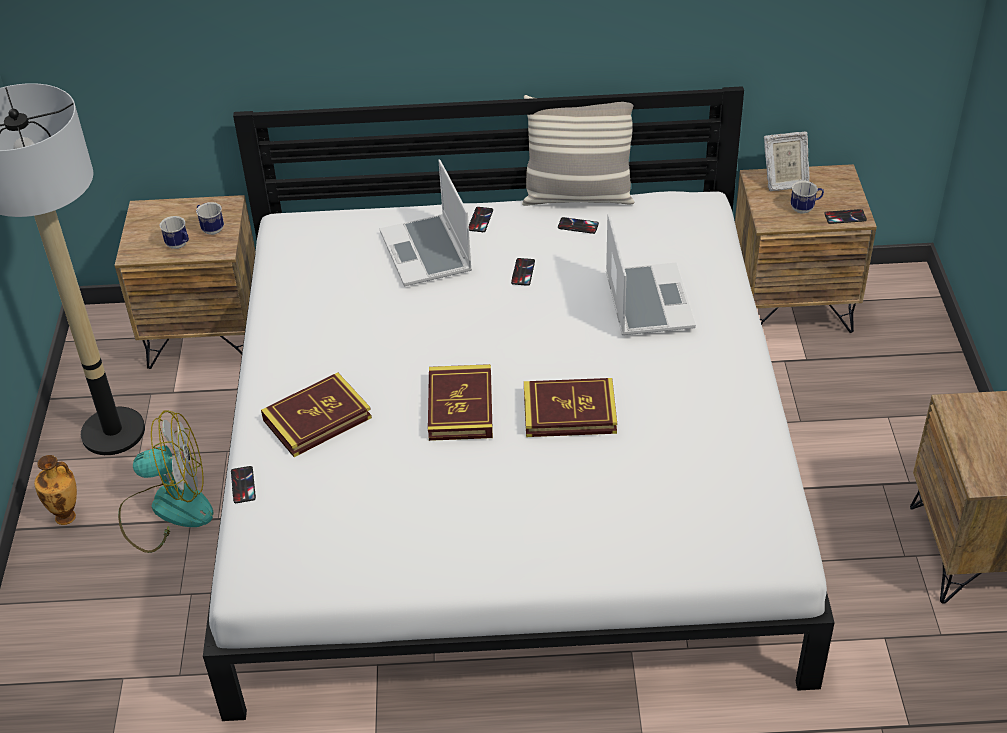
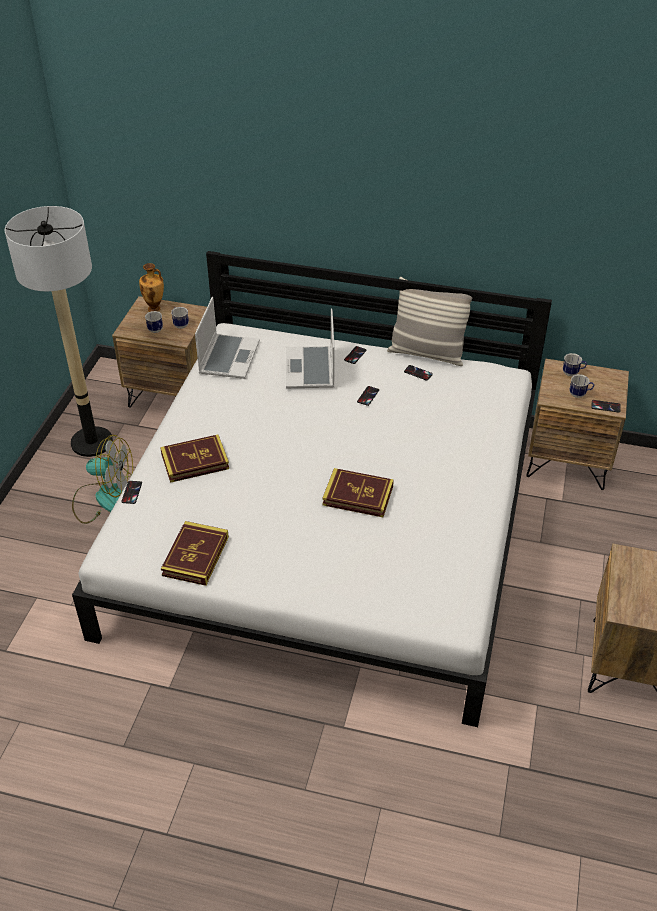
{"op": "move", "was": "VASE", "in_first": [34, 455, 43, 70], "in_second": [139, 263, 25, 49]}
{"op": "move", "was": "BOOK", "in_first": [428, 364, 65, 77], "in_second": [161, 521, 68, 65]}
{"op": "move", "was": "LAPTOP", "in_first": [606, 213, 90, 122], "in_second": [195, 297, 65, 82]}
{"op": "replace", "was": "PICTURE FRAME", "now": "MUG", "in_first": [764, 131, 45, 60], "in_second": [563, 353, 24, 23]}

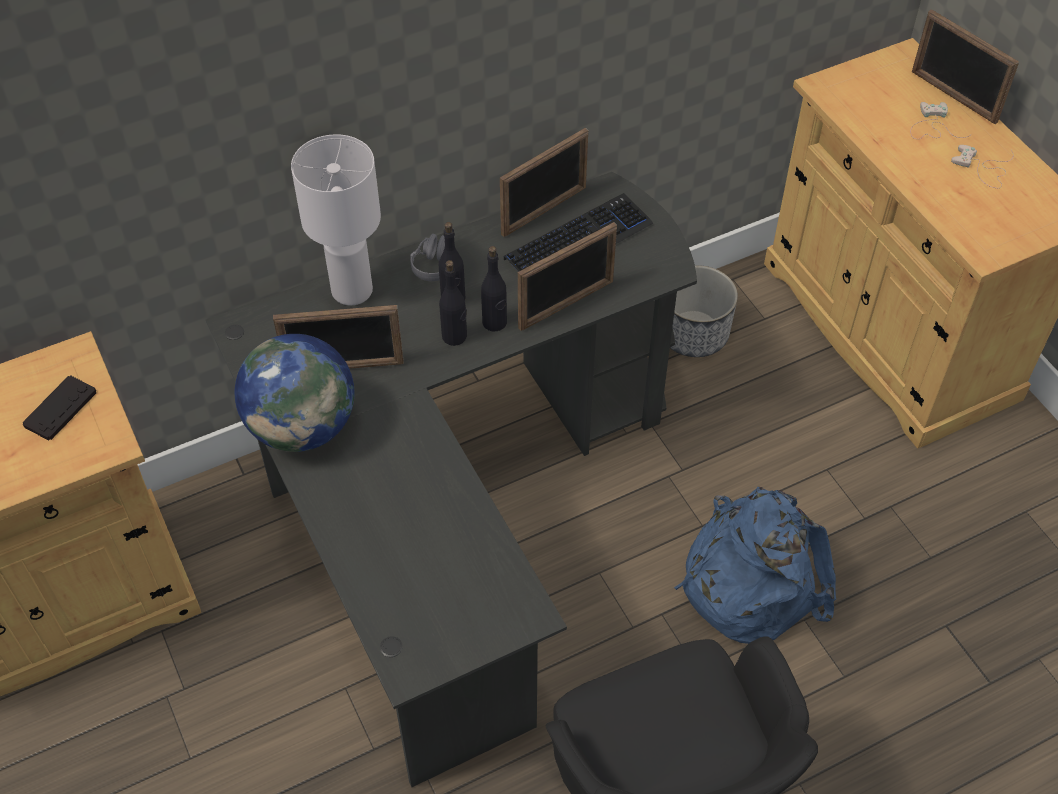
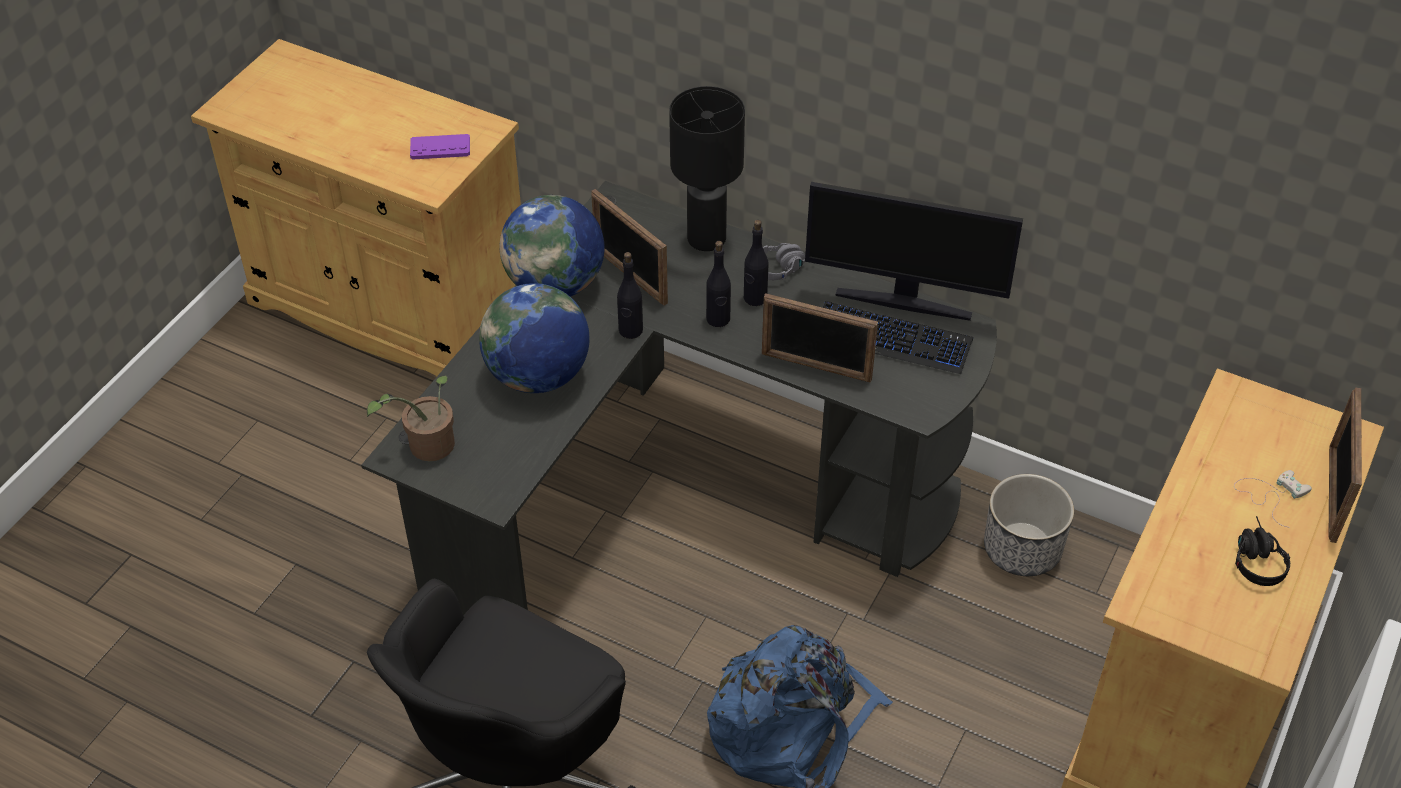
{"op": "recolor", "was": "BLACK GAME CONTROLLER", "now": "PURPLE GAME CONTROLLER", "in_first": [22, 376, 74, 65], "in_second": [410, 134, 60, 26]}
{"op": "recolor", "was": "WHITE TABLE LAMP", "now": "BLACK TABLE LAMP", "in_first": [291, 134, 90, 171], "in_second": [669, 86, 76, 165]}
{"op": "move", "was": "BLACK BOTTLE", "in_first": [481, 246, 26, 85], "in_second": [617, 252, 26, 87]}
{"op": "replace", "was": "PICTURE FRAME", "now": "MONITOR", "in_first": [500, 128, 88, 109], "in_second": [805, 182, 218, 139]}
{"op": "replace", "was": "WHITE GAME CONTROLLER", "now": "BLACK HEADPHONES", "in_first": [951, 145, 62, 43], "in_second": [1235, 516, 55, 70]}
{"op": "insert", "now": "POTTED PLANT", "in_second": [367, 375, 88, 86]}
{"op": "insert", "now": "GLOBE", "in_second": [479, 283, 111, 110]}

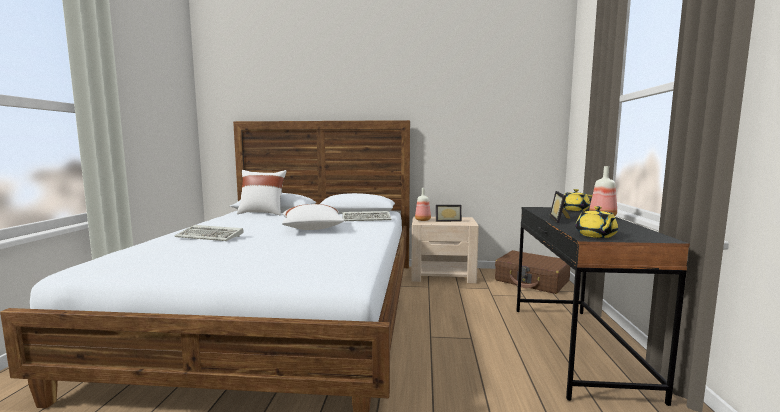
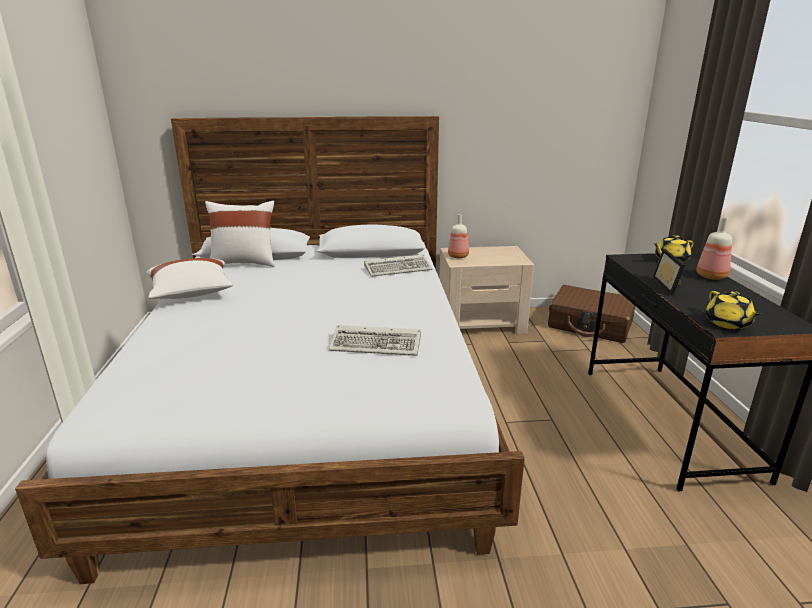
{"op": "move", "was": "KEYBOARD", "in_first": [175, 225, 68, 16], "in_second": [329, 325, 92, 31]}
{"op": "move", "was": "WHITE PILLOW", "in_first": [282, 204, 63, 26], "in_second": [146, 258, 87, 41]}
{"op": "delete", "was": "PICTURE FRAME", "in_first": [436, 205, 26, 17]}

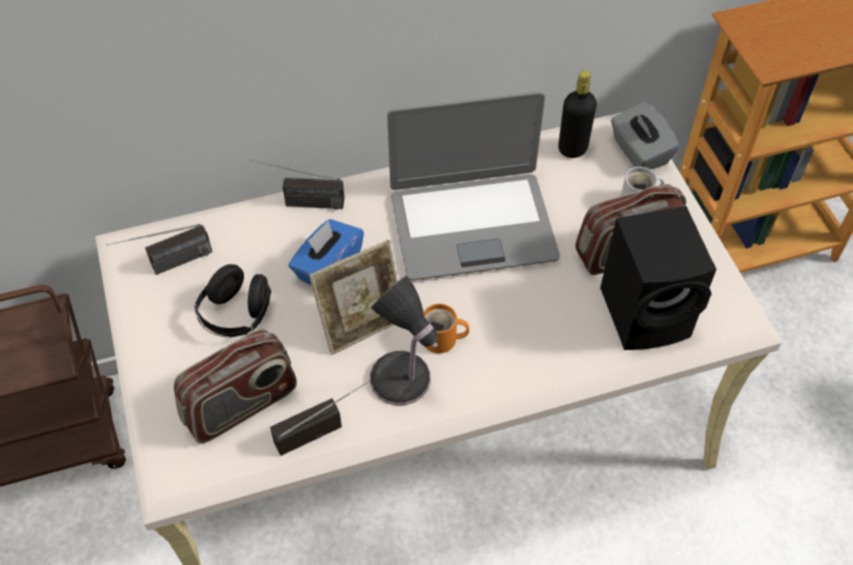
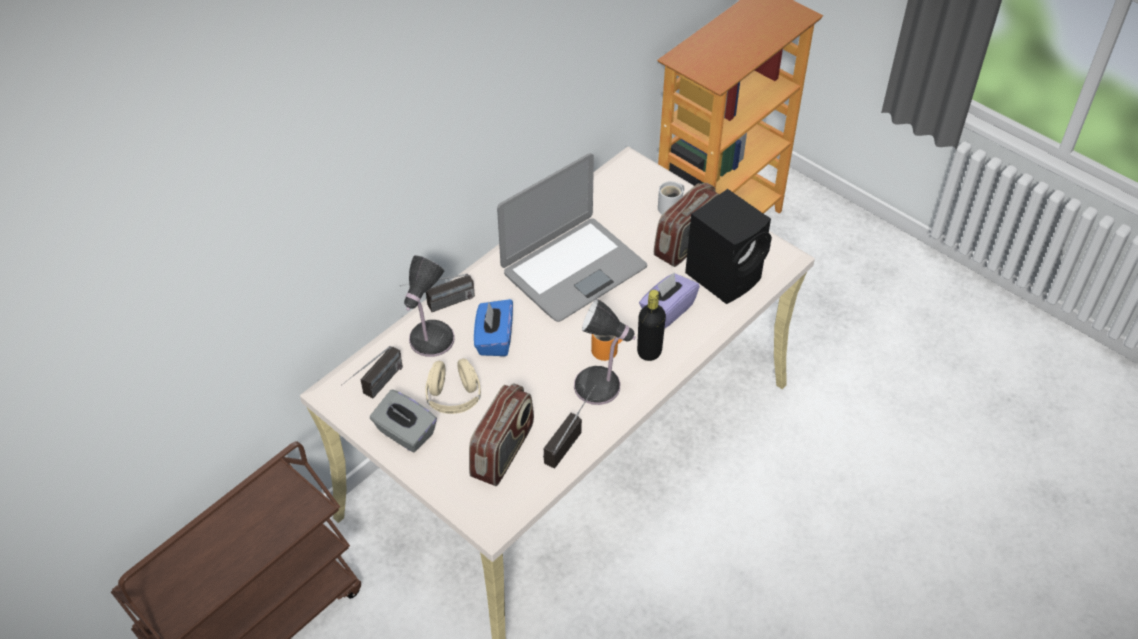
{"op": "recolor", "was": "BLACK HEADPHONES", "now": "BEIGE HEADPHONES", "in_first": [194, 264, 77, 73], "in_second": [425, 358, 56, 56]}
{"op": "delete", "was": "PICTURE FRAME", "in_first": [309, 240, 89, 115]}
{"op": "move", "was": "BLACK BOTTLE", "in_first": [558, 70, 39, 88], "in_second": [637, 290, 29, 71]}
{"op": "move", "was": "GREY TISSUE BOX", "in_first": [611, 101, 68, 69], "in_second": [370, 390, 67, 62]}
{"op": "insert", "now": "TABLE LAMP", "in_second": [404, 255, 51, 102]}
{"op": "insert", "now": "PURPLE TISSUE BOX", "in_second": [639, 273, 61, 56]}

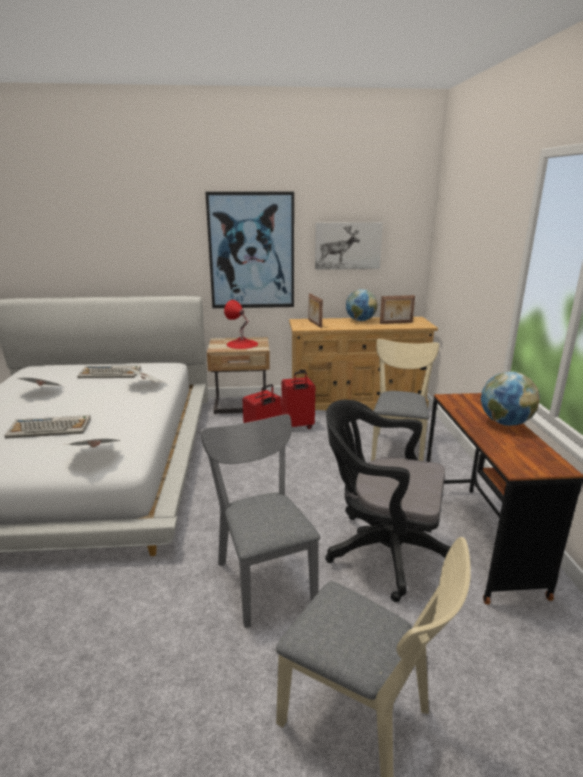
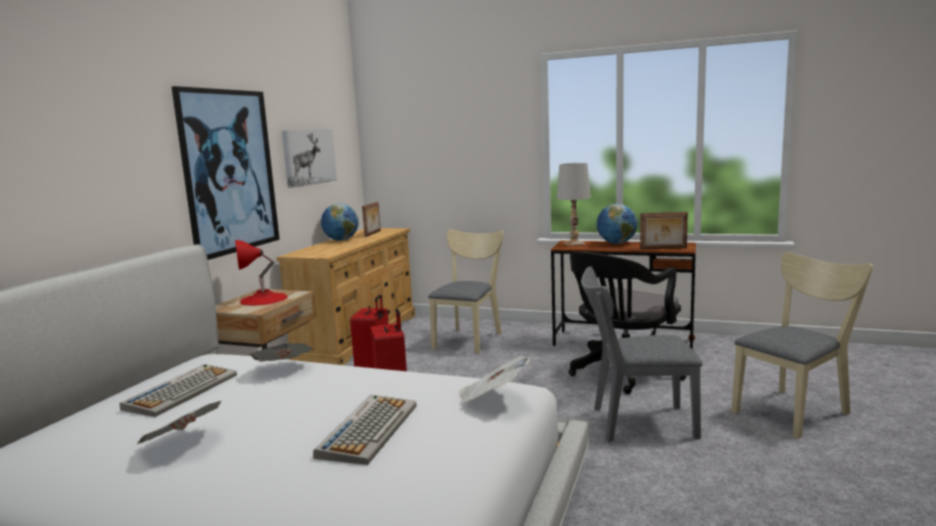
{"op": "move", "was": "PICTURE FRAME", "in_first": [308, 293, 15, 35], "in_second": [640, 212, 48, 38]}
{"op": "rotate", "was": "BEIGE CHAIR", "in_first": [371, 339, 68, 122], "in_second": [428, 229, 75, 125], "clockwise": 75}
{"op": "insert", "now": "WHITE TABLE LAMP", "in_second": [557, 163, 34, 83]}

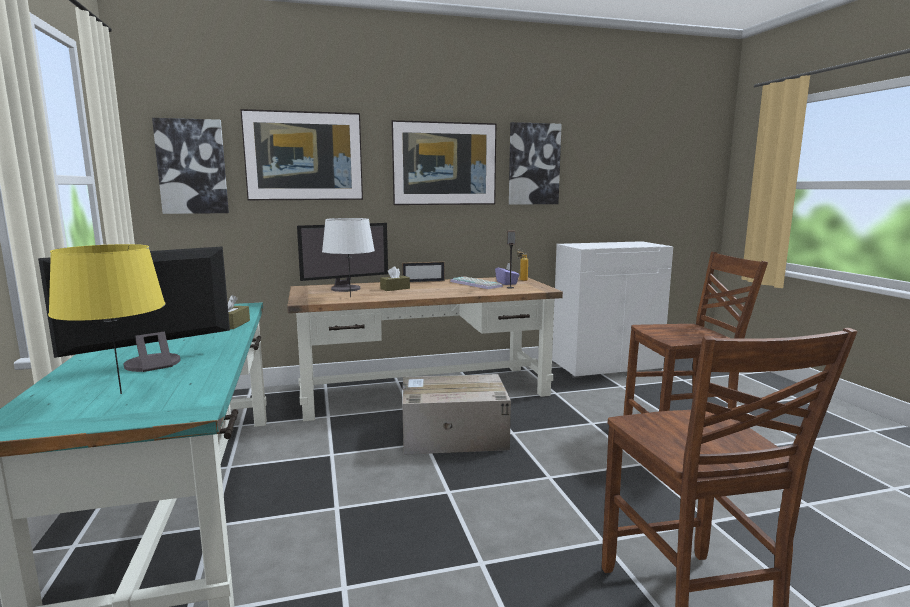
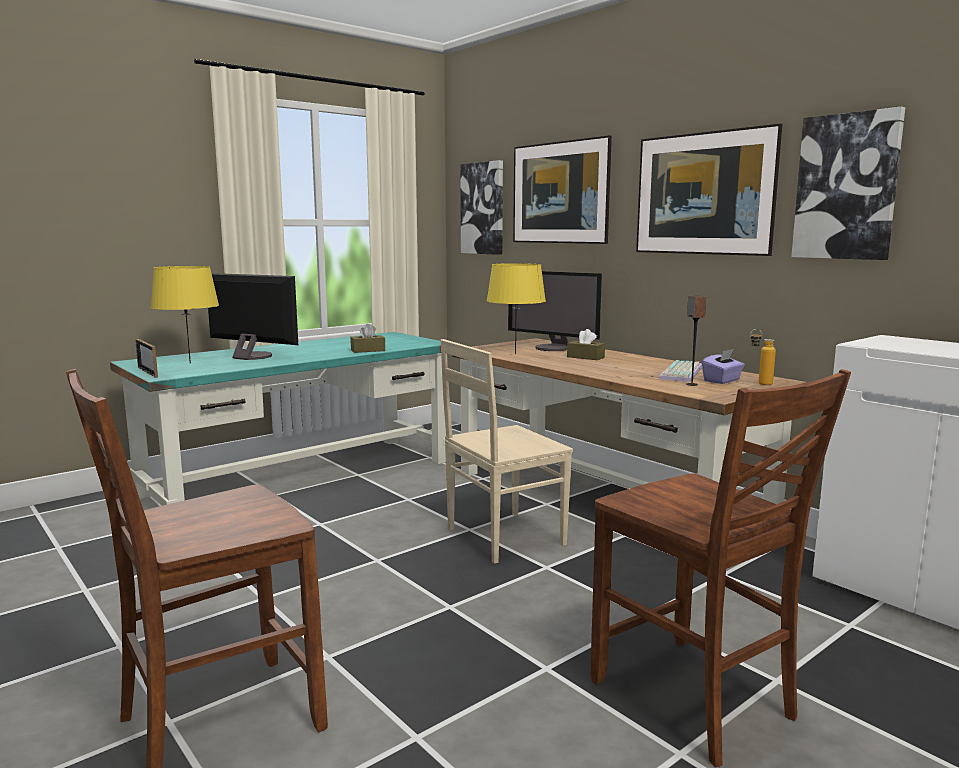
{"op": "recolor", "was": "WHITE TABLE LAMP", "now": "YELLOW TABLE LAMP", "in_first": [322, 218, 53, 79], "in_second": [487, 263, 59, 91]}
{"op": "move", "was": "PICTURE FRAME", "in_first": [402, 262, 43, 21], "in_second": [135, 339, 23, 39]}
{"op": "replace", "was": "CARDBOARD BOX", "now": "BEIGE CHAIR", "in_first": [402, 374, 109, 80], "in_second": [440, 339, 133, 225]}

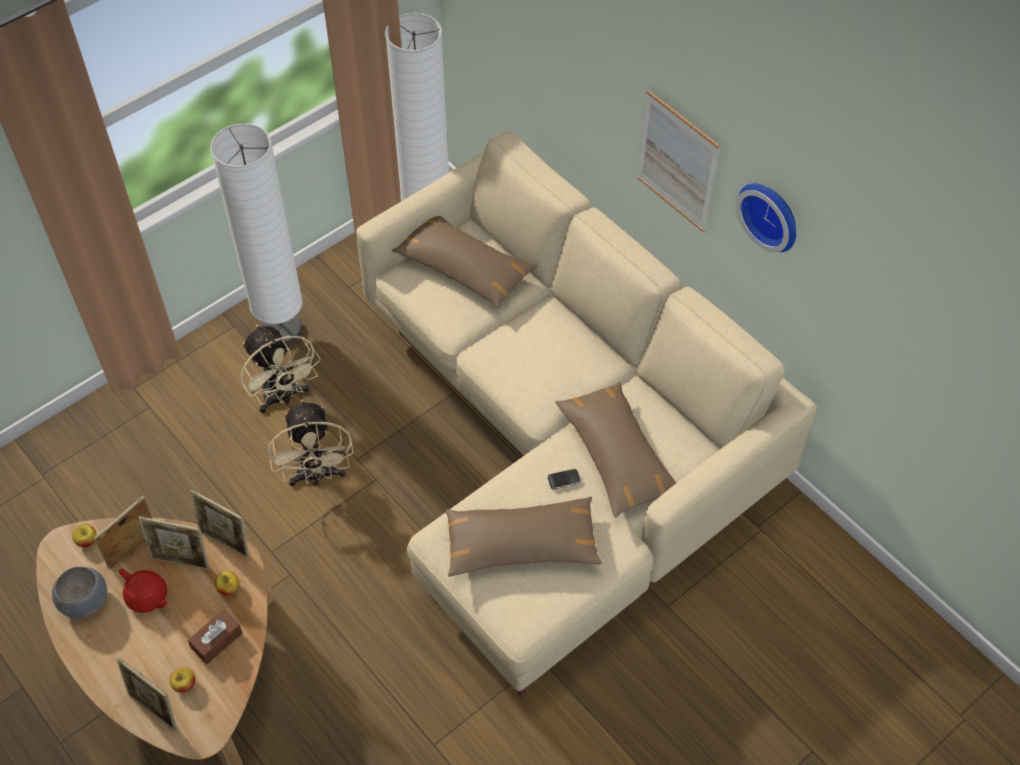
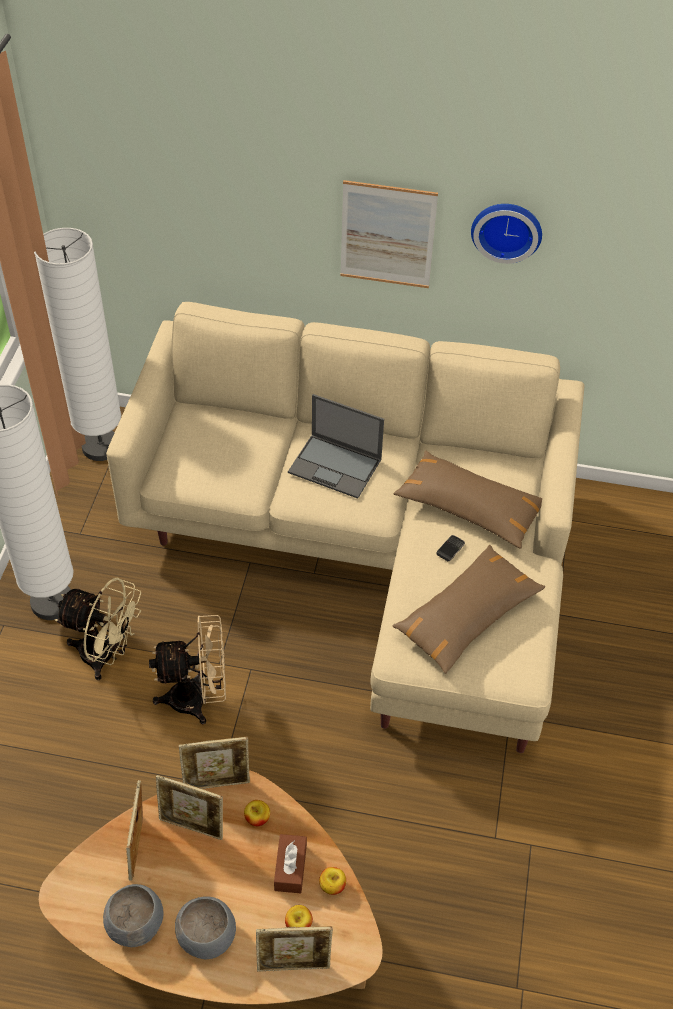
{"op": "move", "was": "APPLE", "in_first": [72, 524, 25, 23], "in_second": [319, 867, 27, 28]}
{"op": "delete", "was": "RED TEAPOT", "in_first": [119, 569, 50, 44]}
{"op": "rotate", "was": "PICTURE FRAME", "in_first": [139, 516, 71, 54], "in_second": [156, 775, 67, 65], "clockwise": 45}
{"op": "rotate", "was": "BEIGE FAN", "in_first": [268, 399, 85, 87], "in_second": [149, 615, 77, 109], "clockwise": -45}
{"op": "delete", "was": "BROWN PILLOW", "in_first": [392, 216, 145, 92]}
{"op": "insert", "now": "GREY BOWL", "in_second": [175, 897, 61, 63]}
{"op": "insert", "now": "LAPTOP", "in_second": [288, 394, 96, 105]}

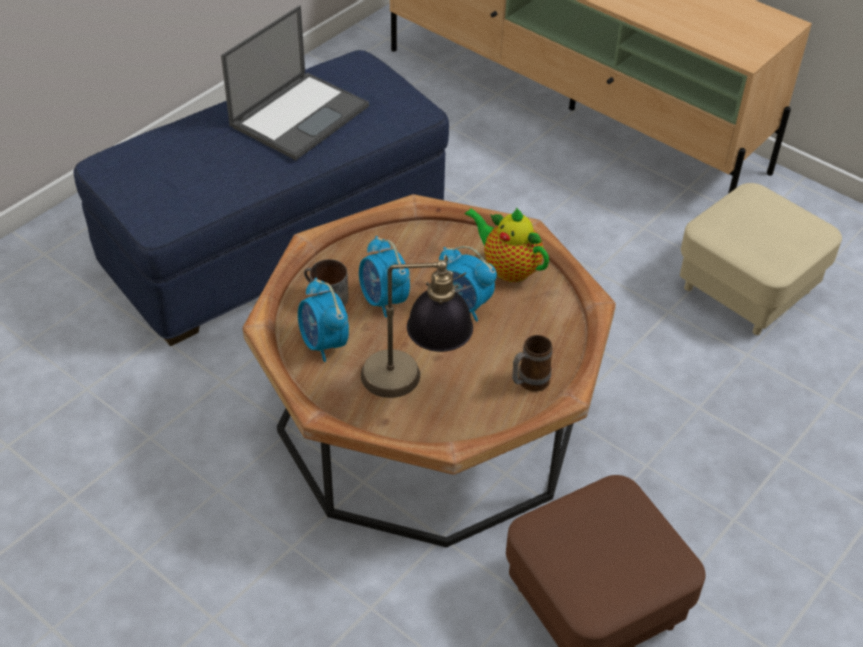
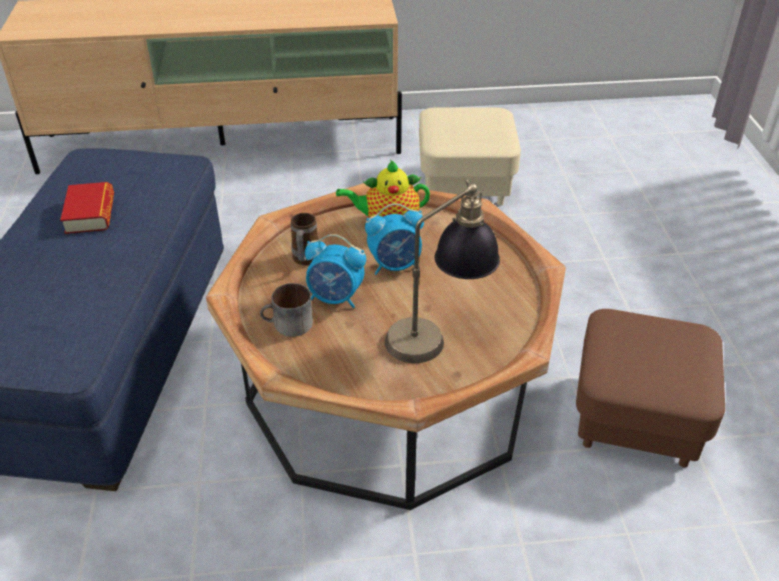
{"op": "replace", "was": "LAPTOP", "now": "BOOK", "in_first": [221, 5, 148, 155], "in_second": [60, 182, 54, 52]}
{"op": "delete", "was": "ALARM CLOCK", "in_first": [298, 278, 51, 84]}
{"op": "move", "was": "MUG", "in_first": [512, 335, 40, 57], "in_second": [291, 213, 27, 52]}

